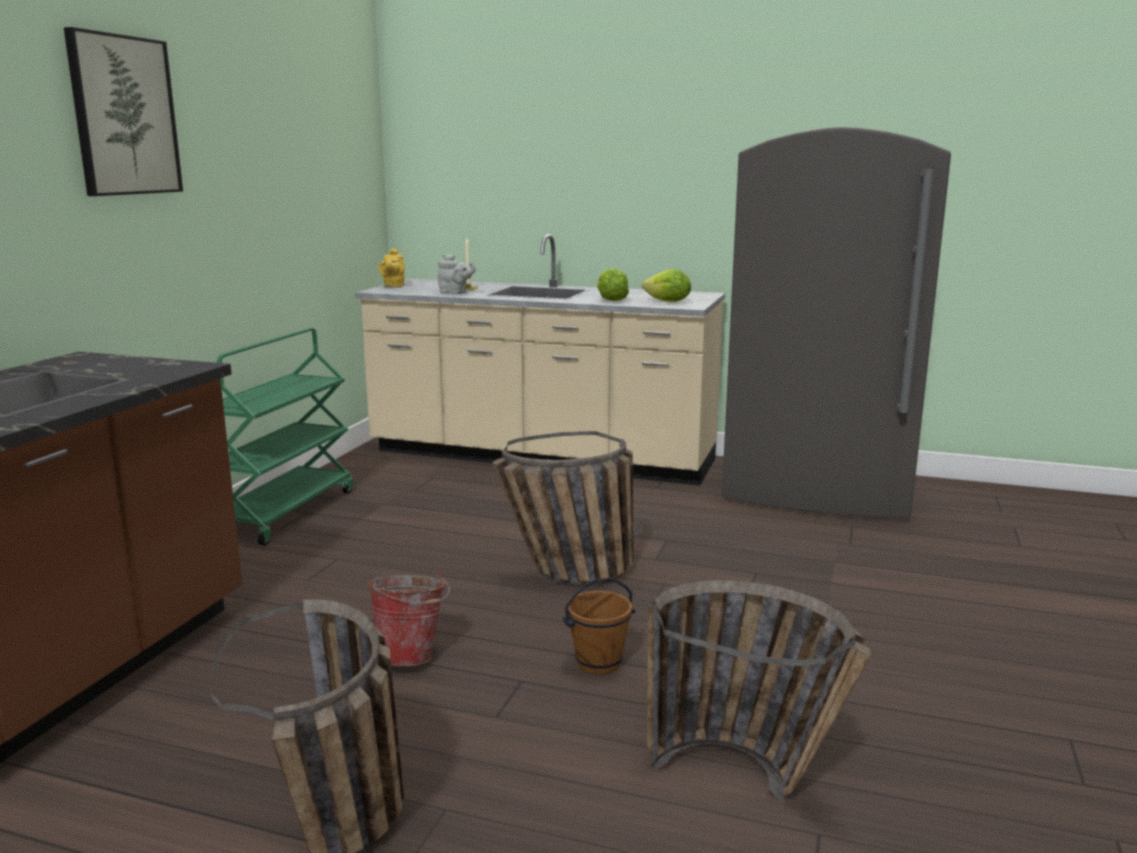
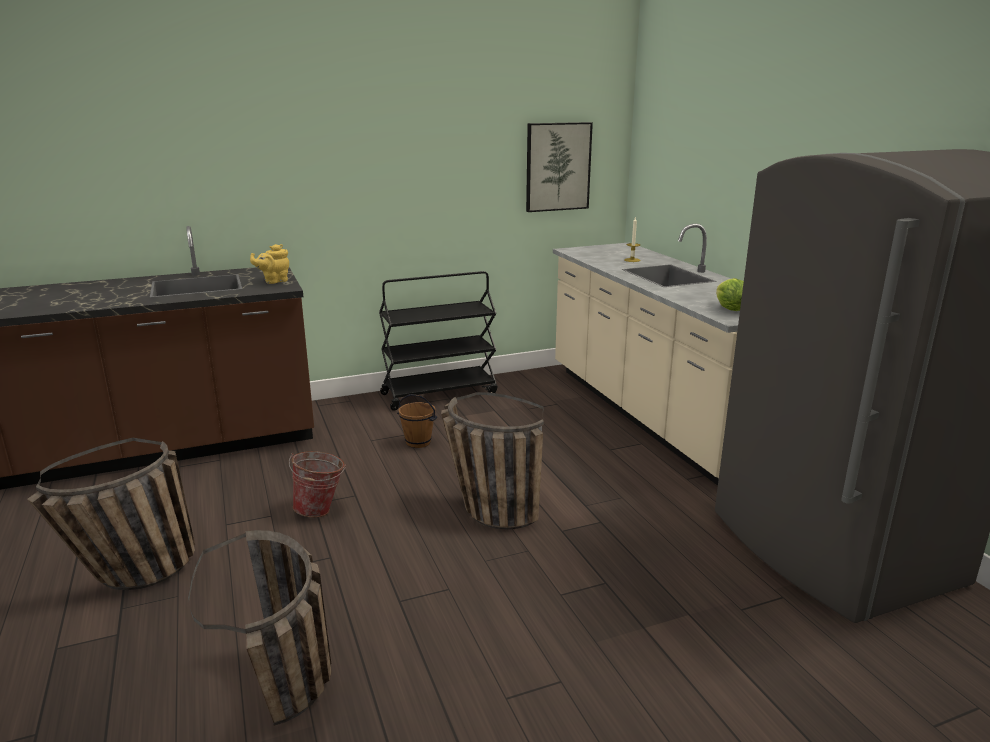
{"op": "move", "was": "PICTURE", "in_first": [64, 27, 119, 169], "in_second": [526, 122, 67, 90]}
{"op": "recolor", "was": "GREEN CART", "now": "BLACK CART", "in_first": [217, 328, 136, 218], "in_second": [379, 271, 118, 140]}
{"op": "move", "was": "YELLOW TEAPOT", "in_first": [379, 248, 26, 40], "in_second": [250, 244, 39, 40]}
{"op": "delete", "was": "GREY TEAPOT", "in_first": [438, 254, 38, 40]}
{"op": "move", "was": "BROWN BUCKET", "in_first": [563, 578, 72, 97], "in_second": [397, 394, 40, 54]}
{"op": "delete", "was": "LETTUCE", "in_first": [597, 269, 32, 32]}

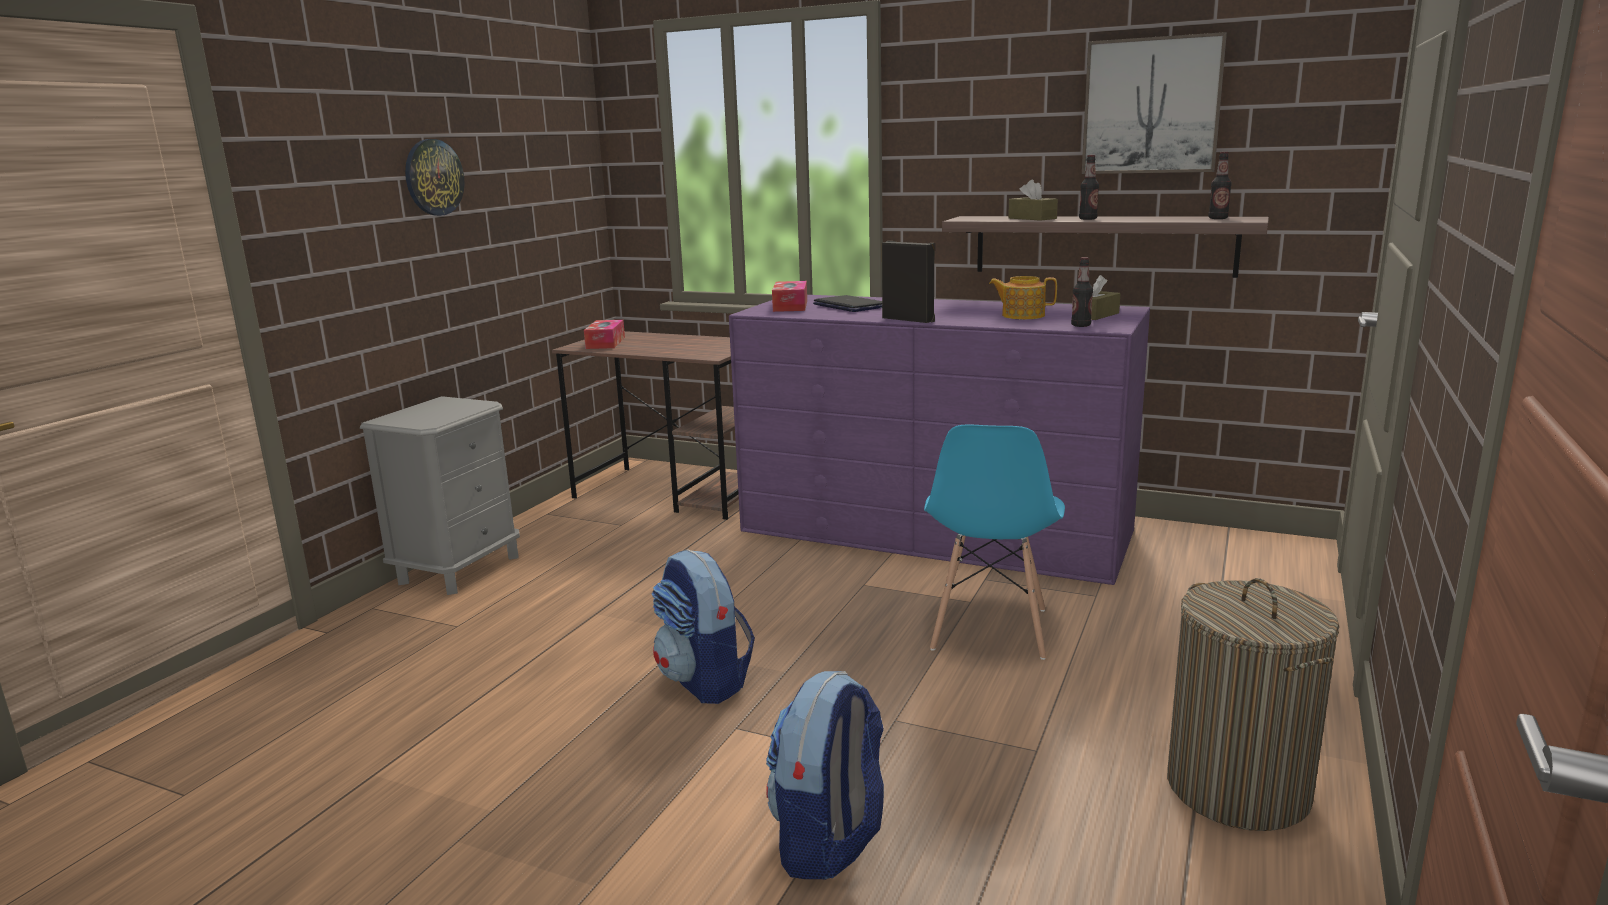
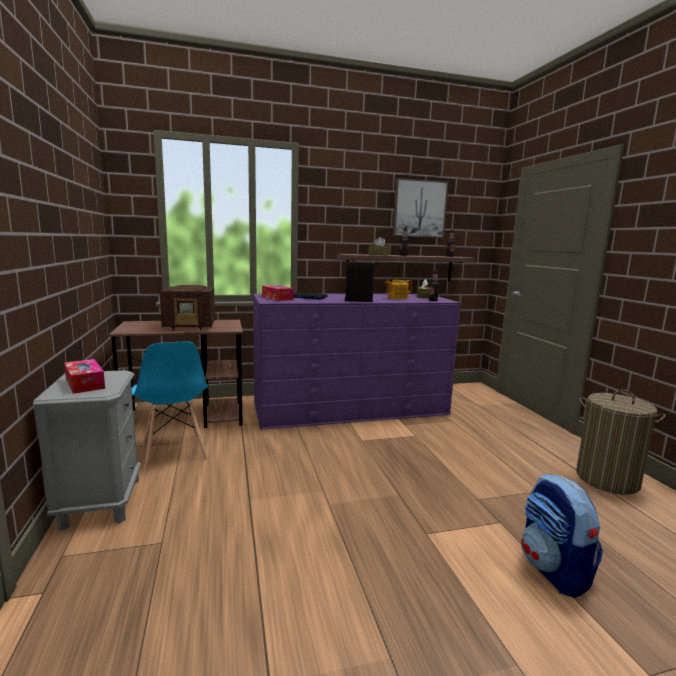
{"op": "delete", "was": "WALL CLOCK", "in_first": [405, 139, 60, 77]}
{"op": "move", "was": "TISSUE BOX", "in_first": [584, 320, 41, 29], "in_second": [64, 359, 41, 35]}
{"op": "delete", "was": "BACKPACK", "in_first": [652, 550, 103, 154]}
{"op": "move", "was": "BLUE CHAIR", "in_first": [924, 424, 141, 236], "in_second": [132, 341, 76, 130]}
{"op": "insert", "now": "RADIO", "in_second": [160, 285, 55, 45]}

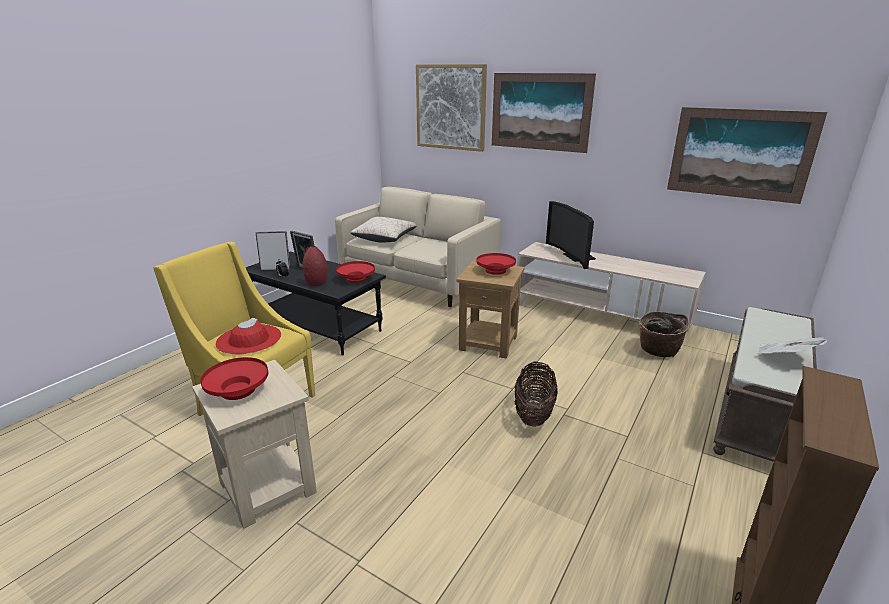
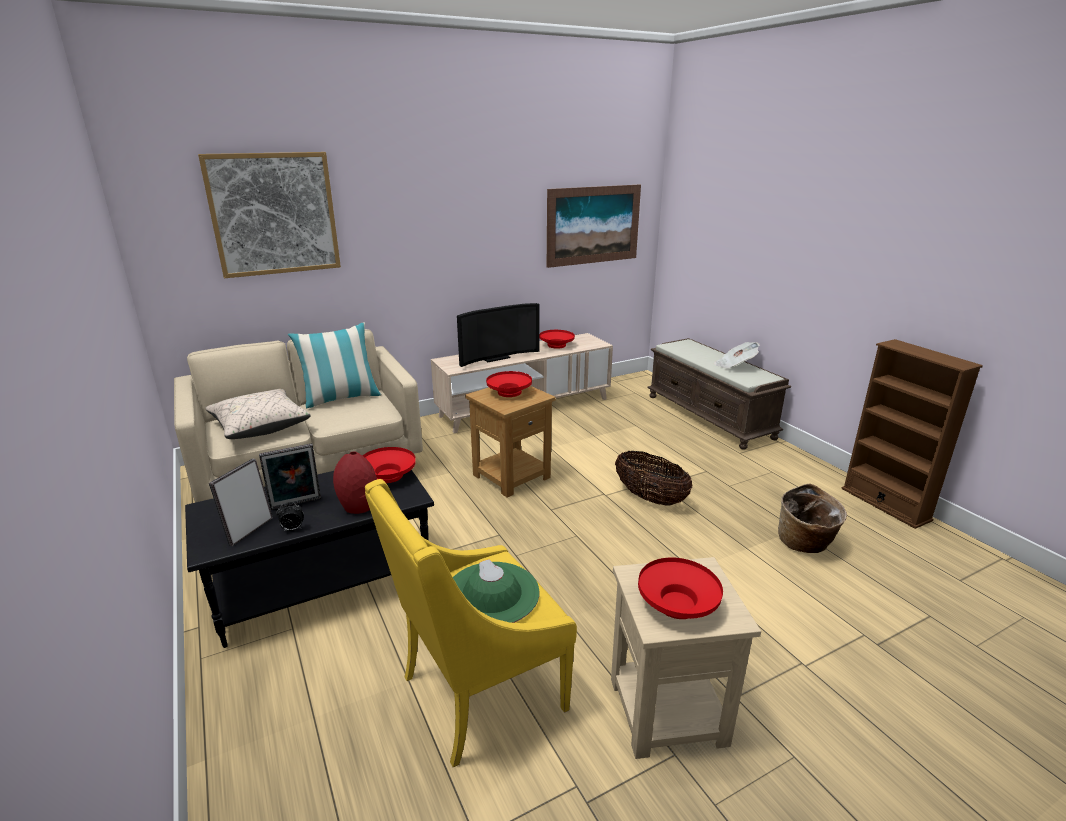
{"op": "recolor", "was": "RED HAT", "now": "GREEN HAT", "in_first": [216, 318, 65, 36], "in_second": [453, 560, 86, 63]}
{"op": "delete", "was": "PICTURE", "in_first": [492, 73, 104, 80]}
{"op": "rotate", "was": "TELEVISION", "in_first": [546, 201, 50, 68], "in_second": [457, 303, 83, 64], "clockwise": -45}
{"op": "move", "was": "BASKET", "in_first": [639, 311, 51, 46], "in_second": [778, 484, 69, 69]}
{"op": "insert", "now": "PILLOW", "in_second": [288, 322, 94, 86]}
{"op": "insert", "now": "RED BOWL", "in_second": [539, 330, 36, 19]}

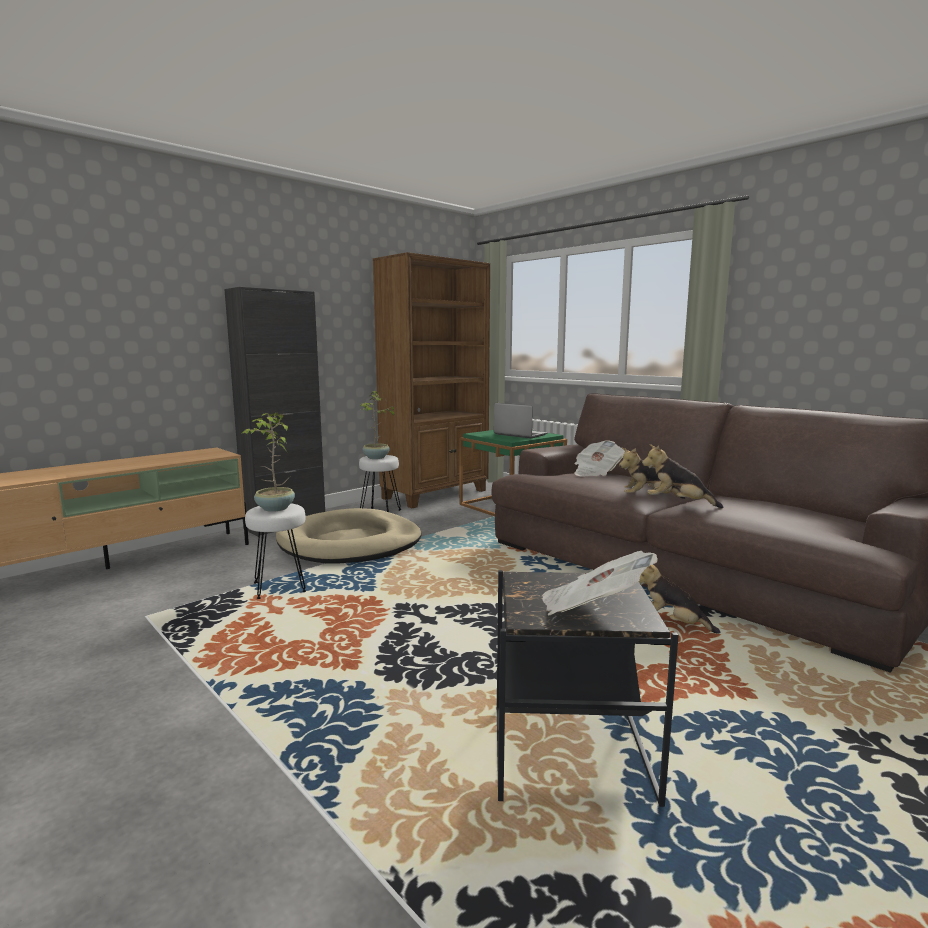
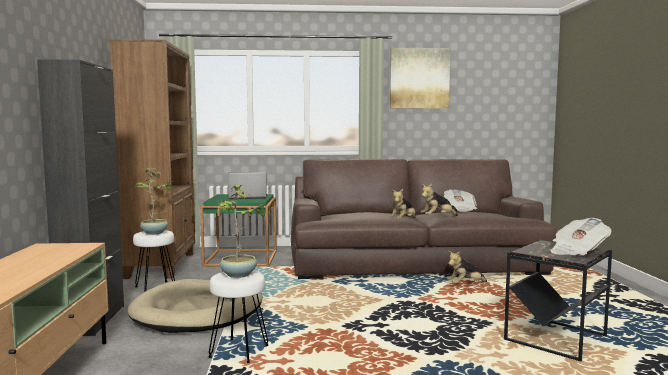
{"op": "move", "was": "NEWSPAPER", "in_first": [574, 440, 51, 37], "in_second": [444, 189, 33, 23]}
{"op": "insert", "now": "PICTURE", "in_second": [390, 48, 60, 61]}

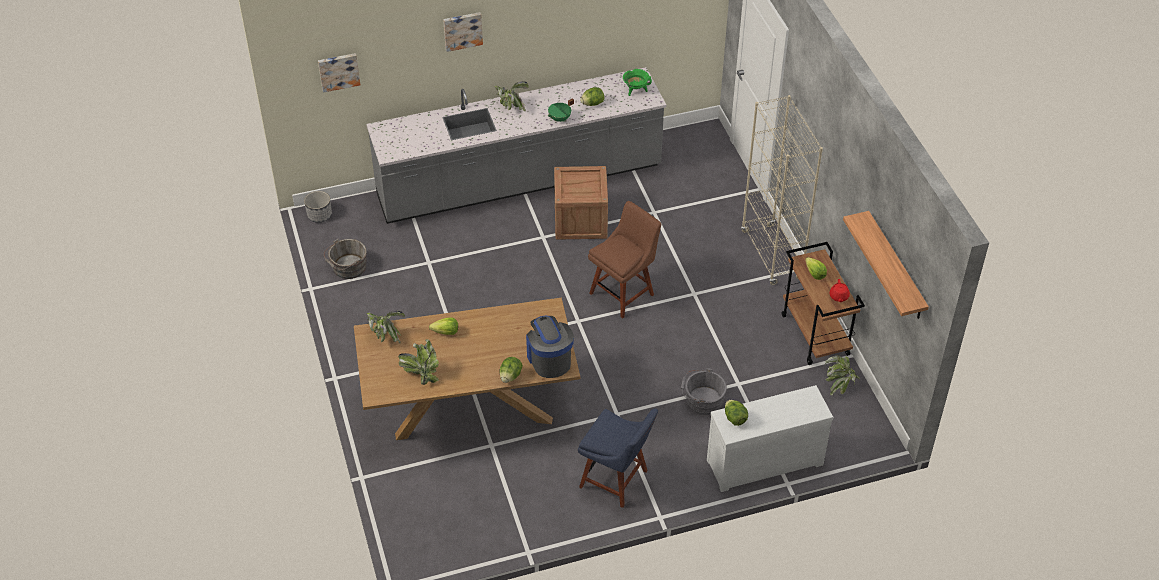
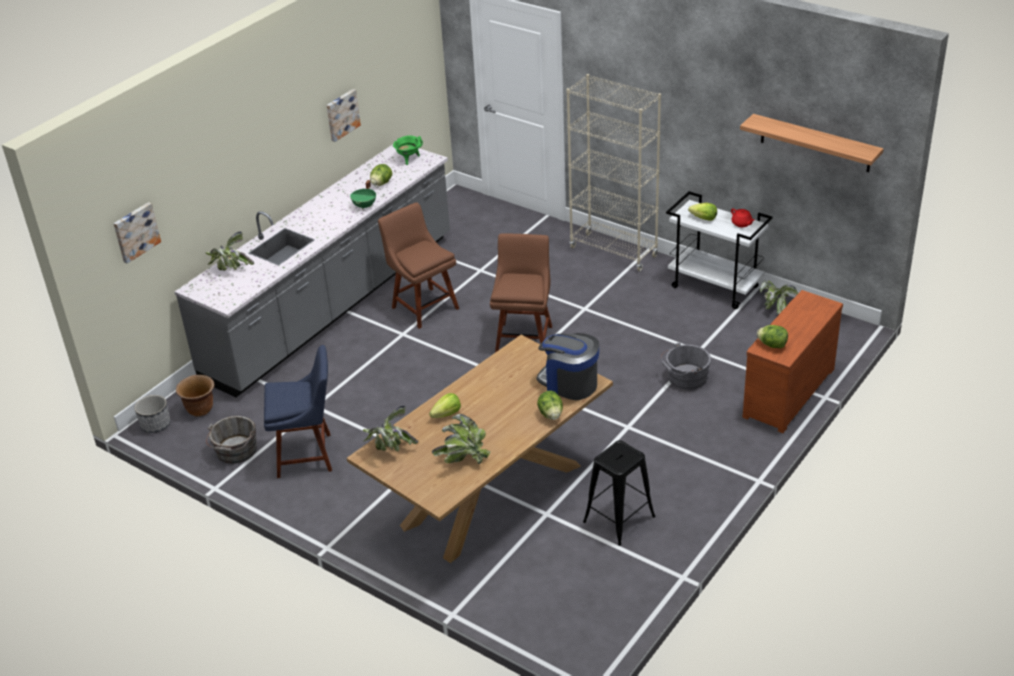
{"op": "move", "was": "PICTURE", "in_first": [443, 12, 40, 40], "in_second": [326, 89, 35, 53]}
{"op": "move", "was": "POTTED PLANT", "in_first": [495, 81, 34, 30], "in_second": [206, 231, 48, 40]}
{"op": "replace", "was": "CRATE", "now": "BROWN CHAIR", "in_first": [554, 166, 54, 74], "in_second": [378, 203, 81, 126]}
{"op": "move", "was": "BLUE CHAIR", "in_first": [578, 408, 80, 100], "in_second": [264, 345, 68, 133]}
{"op": "recolor", "was": "WHITE DRESSER", "now": "BROWN DRESSER", "in_first": [707, 385, 126, 107], "in_second": [743, 290, 100, 143]}
{"op": "recolor", "was": "BROWN CART", "now": "WHITE CART", "in_first": [782, 242, 83, 123], "in_second": [666, 191, 107, 118]}
{"op": "insert", "now": "BROWN PLANTER", "in_second": [176, 375, 38, 42]}
{"op": "insert", "now": "BLACK STOOL", "in_second": [583, 440, 72, 106]}

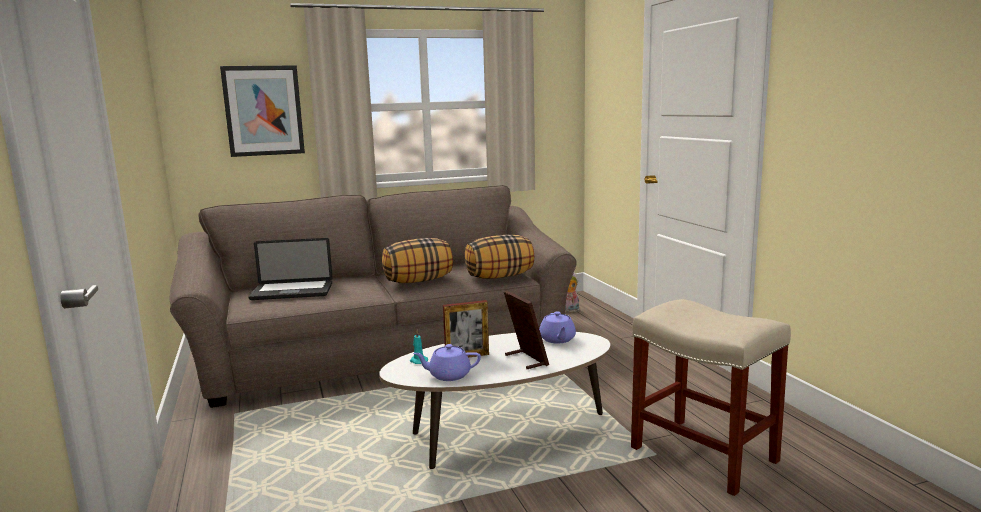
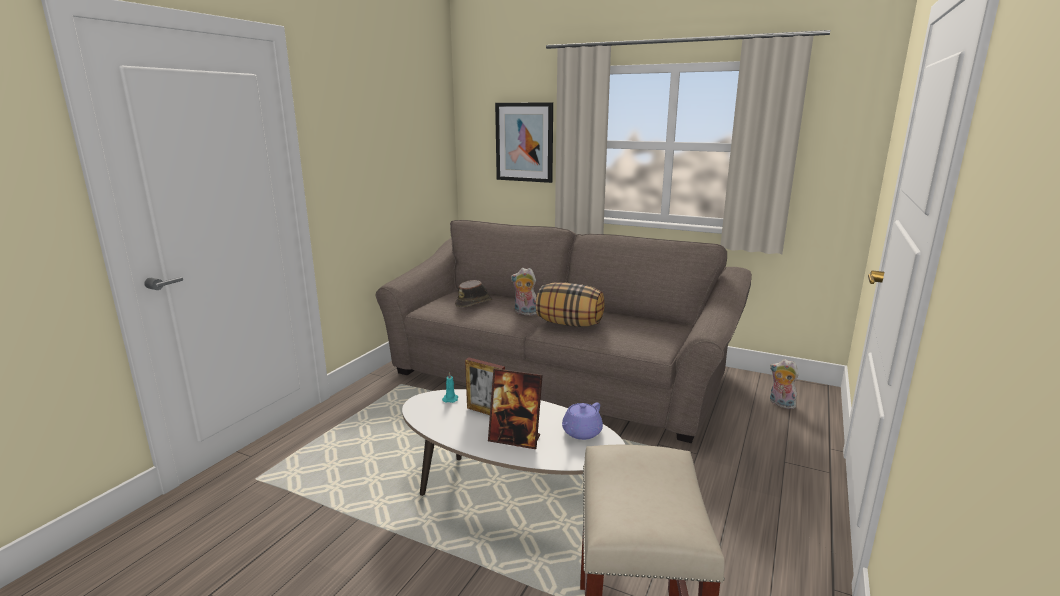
{"op": "replace", "was": "LAPTOP", "now": "BROWN HAT", "in_first": [248, 238, 85, 62], "in_second": [455, 280, 37, 27]}
{"op": "delete", "was": "PURPLE TEAPOT", "in_first": [413, 344, 68, 37]}
{"op": "delete", "was": "PILLOW", "in_first": [465, 235, 69, 44]}
{"op": "rotate", "was": "PICTURE FRAME", "in_first": [504, 290, 45, 79], "in_second": [488, 368, 55, 81], "clockwise": 90}
{"op": "insert", "now": "PLUSH TOY", "in_second": [511, 268, 26, 48]}

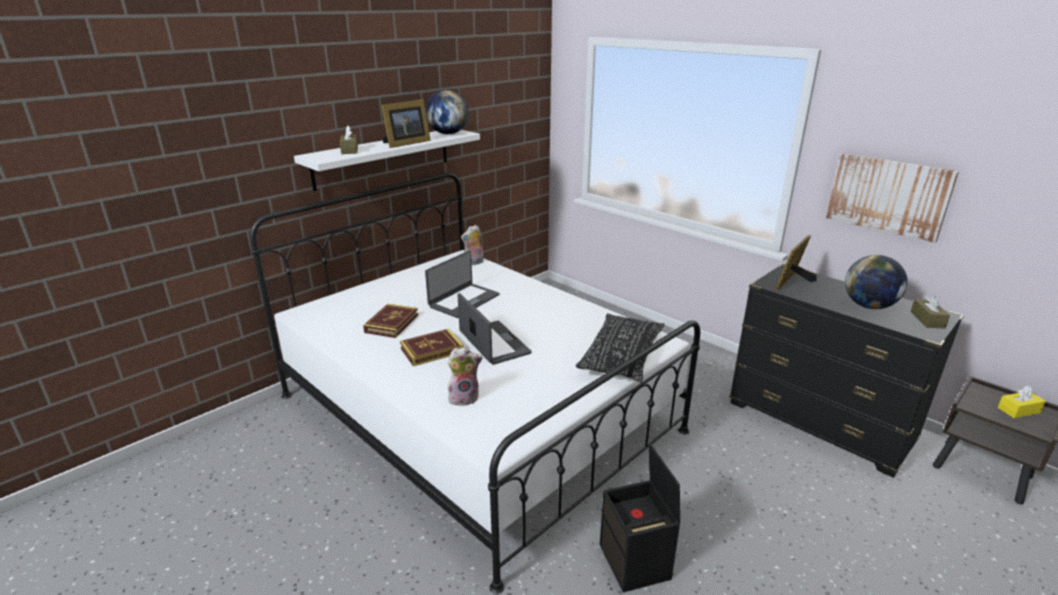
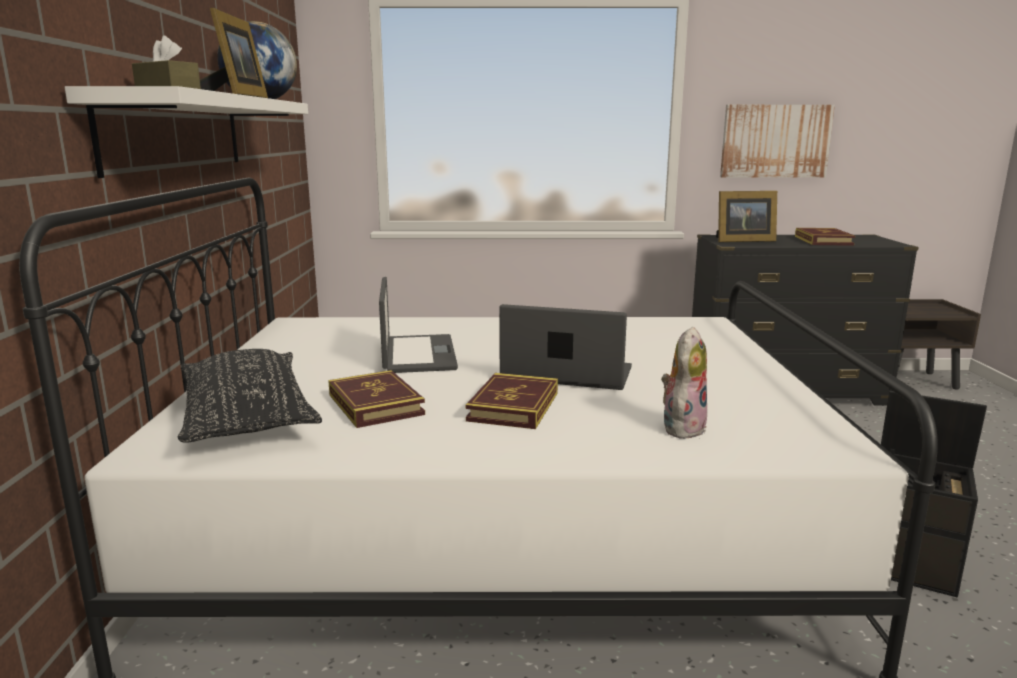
{"op": "delete", "was": "PLUSH TOY", "in_first": [461, 225, 22, 41]}
{"op": "move", "was": "BLACK PILLOW", "in_first": [576, 313, 89, 69], "in_second": [178, 349, 144, 94]}
{"op": "rotate", "was": "PICTURE FRAME", "in_first": [776, 235, 41, 56], "in_second": [716, 191, 61, 51], "clockwise": -90}
{"op": "replace", "was": "GLOBE", "now": "BOOK", "in_first": [845, 255, 63, 54], "in_second": [795, 228, 60, 18]}
{"op": "delete", "was": "BROWN TISSUE BOX", "in_first": [911, 293, 39, 36]}
{"op": "delete", "was": "YELLOW TISSUE BOX", "in_first": [998, 385, 48, 33]}

